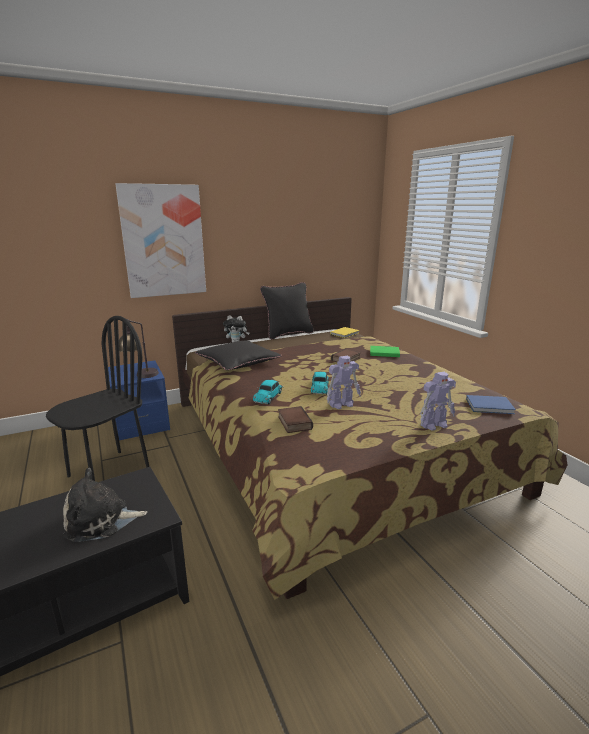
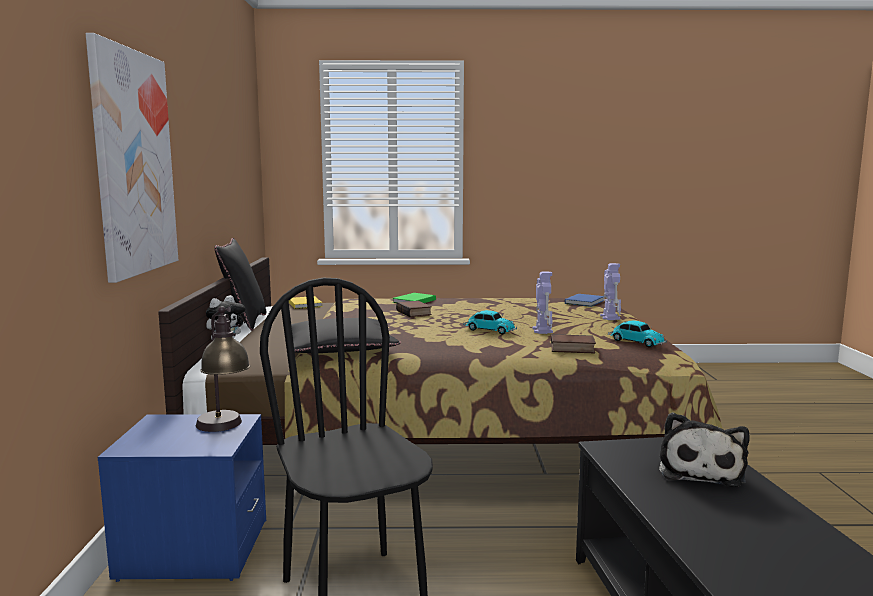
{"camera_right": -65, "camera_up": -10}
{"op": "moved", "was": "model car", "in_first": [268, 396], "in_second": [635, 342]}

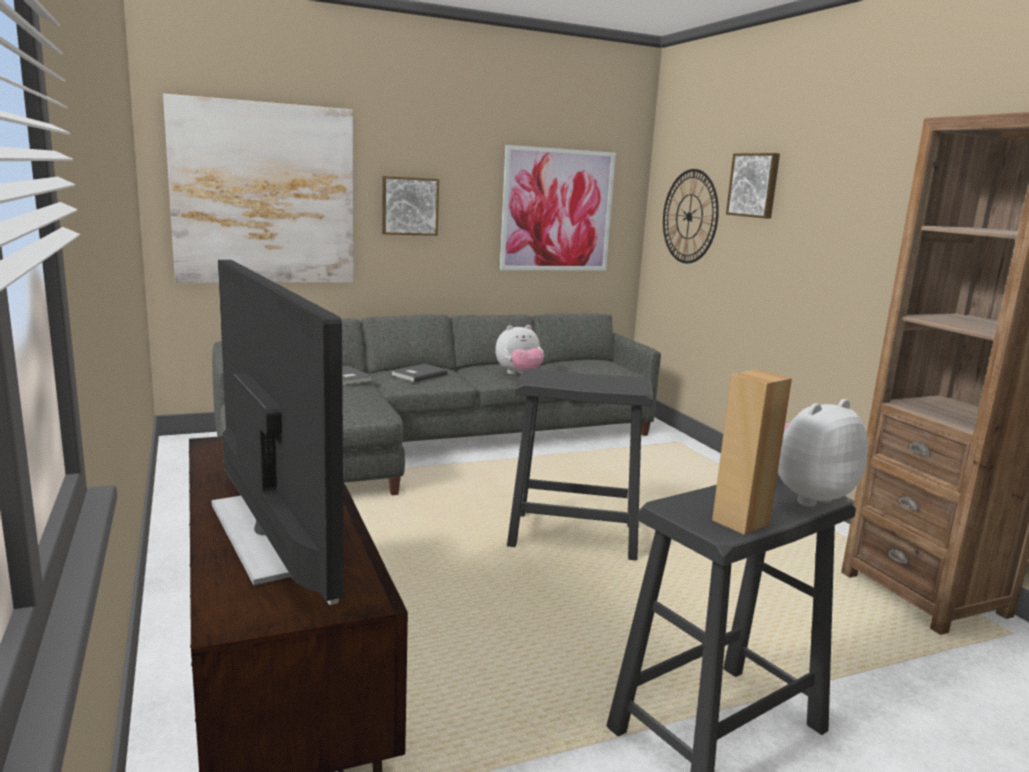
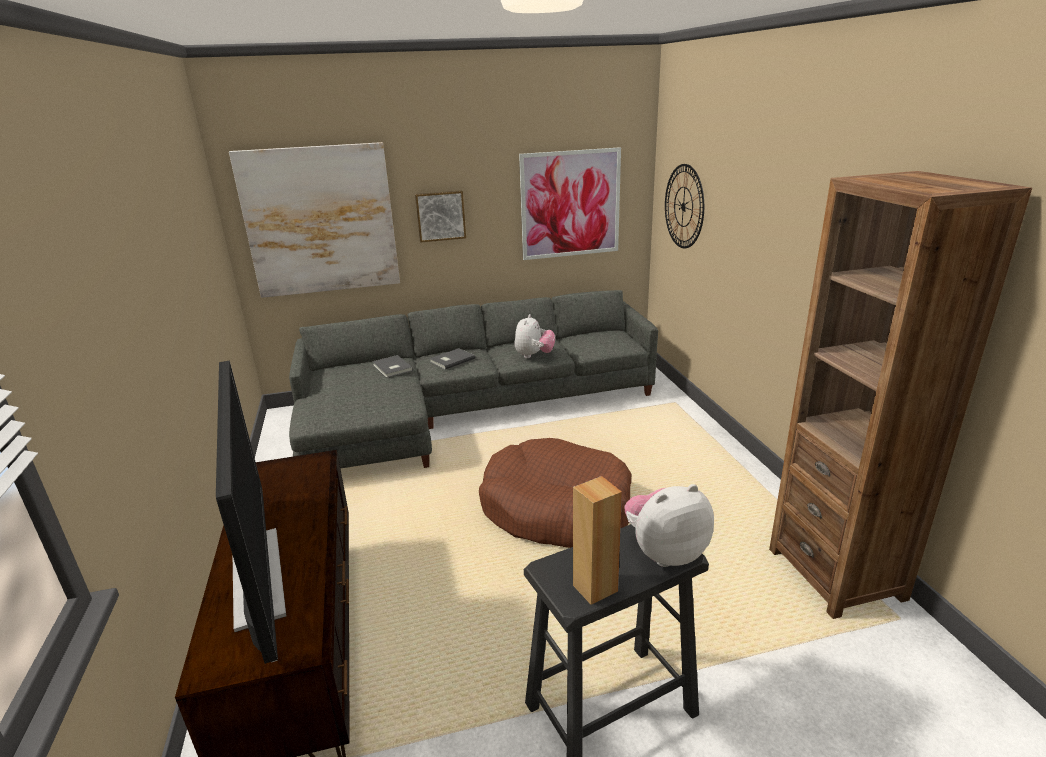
{"camera_right": 10, "camera_up": 10}
{"op": "turned", "was": "soft toy", "in_first": [519, 374], "in_second": [534, 355], "clockwise": -60}
{"op": "replaced", "was": "sitting stool in black", "now": "pet bed in brown", "in_first": [574, 535], "in_second": [556, 508]}
{"op": "removed", "was": "wall picture", "in_first": [754, 185]}

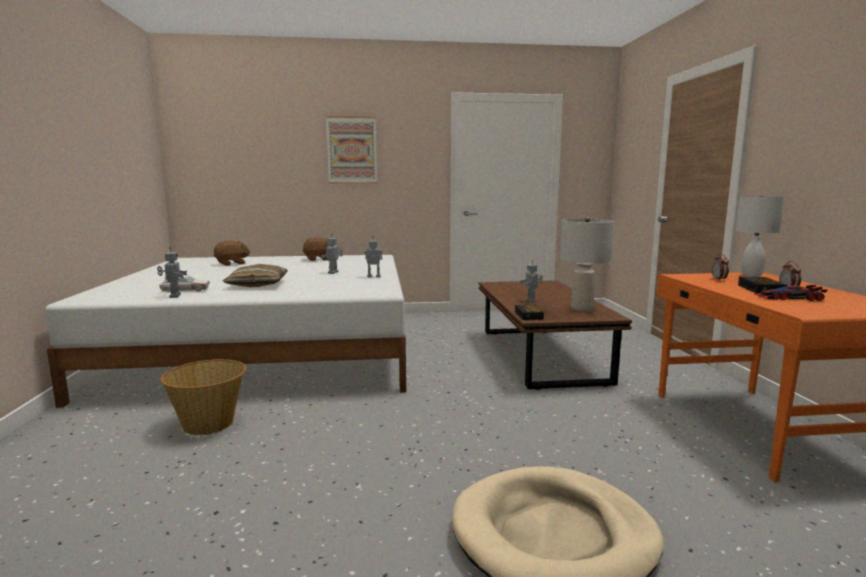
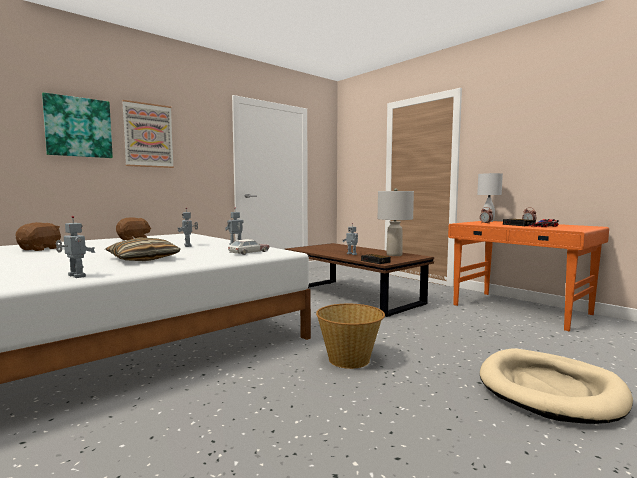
{"camera_right": -35, "camera_up": -5}
{"op": "moved", "was": "model car", "in_first": [185, 290], "in_second": [249, 252]}
{"op": "moved", "was": "household basket", "in_first": [209, 424], "in_second": [349, 359]}
{"op": "added", "now": "wall picture", "in_second": [78, 127]}

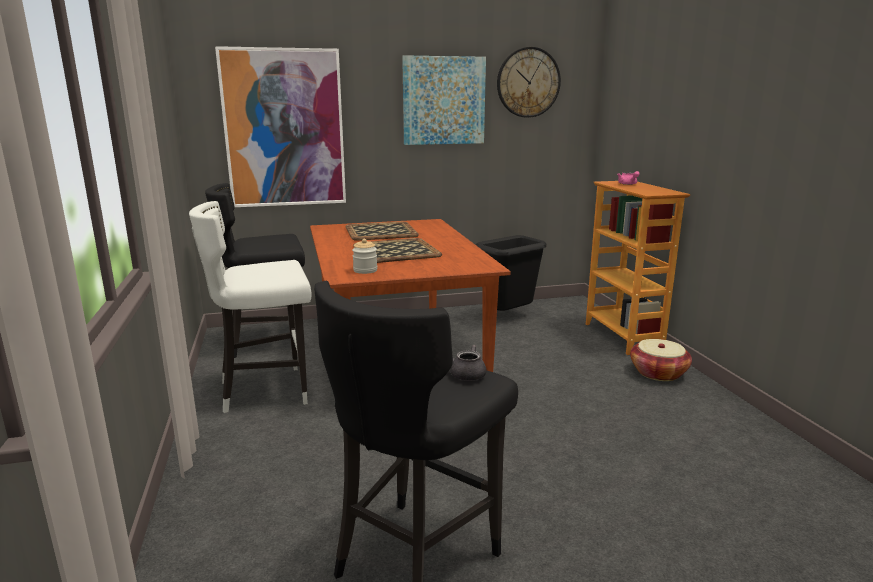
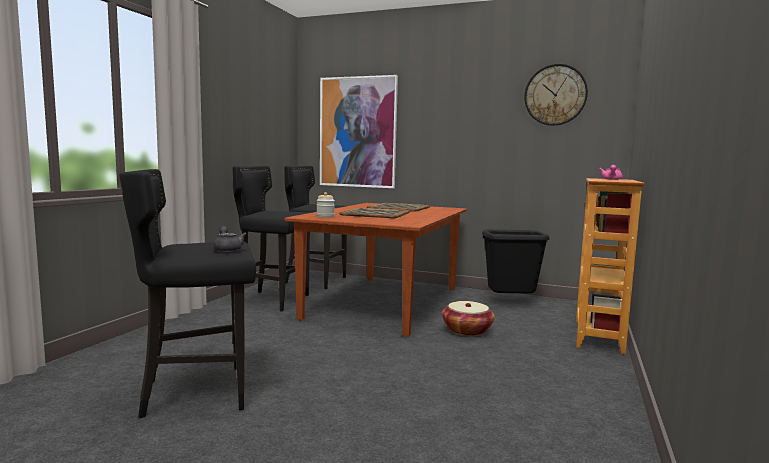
{"camera_right": 35, "camera_up": -10}
{"op": "recoloured", "was": "sitting stool in white", "now": "sitting stool in black", "in_first": [266, 390], "in_second": [273, 300]}
{"op": "removed", "was": "wall picture", "in_first": [443, 101]}
{"op": "moved", "was": "household basket", "in_first": [658, 373], "in_second": [467, 330]}

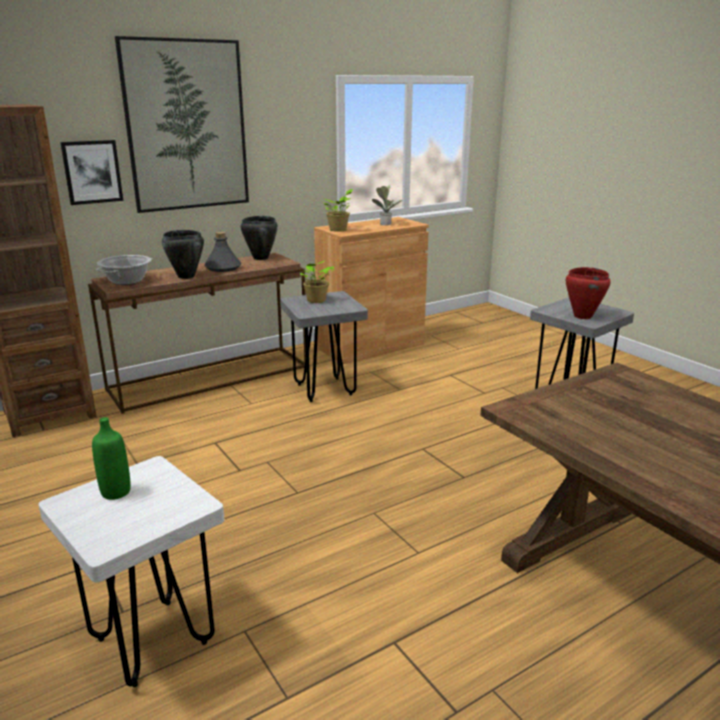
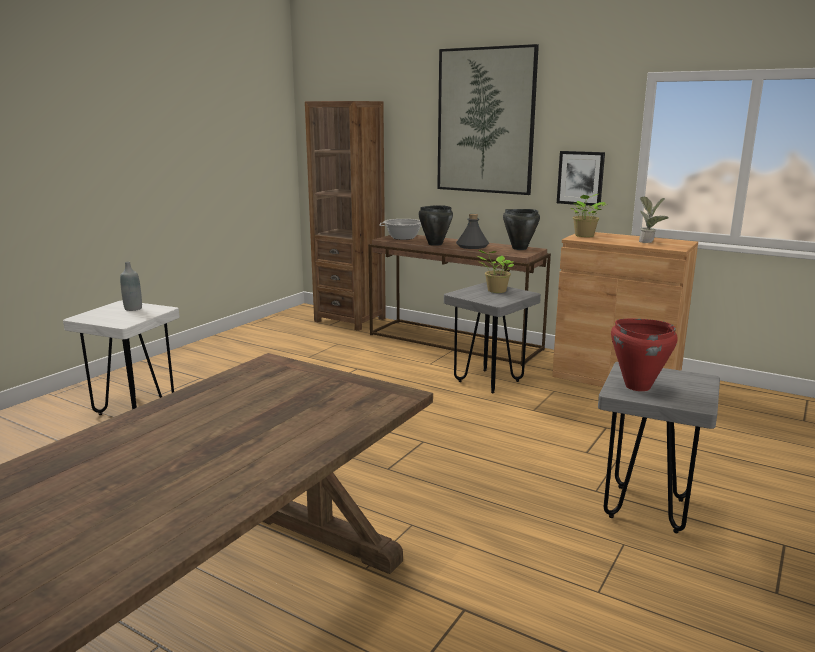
{"camera_right": 65, "camera_up": -5}
{"op": "moved", "was": "wall picture", "in_first": [92, 172], "in_second": [580, 178]}
{"op": "recoloured", "was": "drink bottle in green", "now": "drink bottle in gray", "in_first": [116, 492], "in_second": [133, 308]}

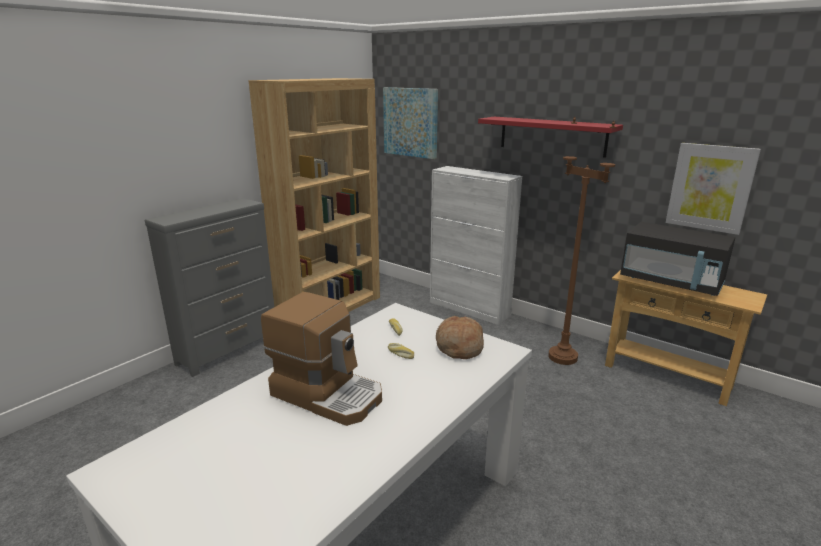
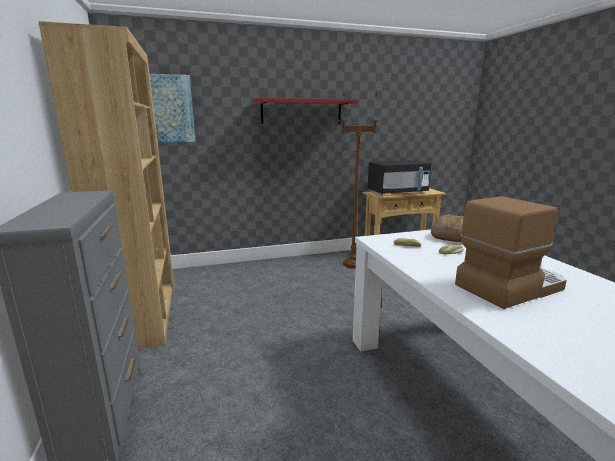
{"camera_right": -55, "camera_up": -5}
{"op": "removed", "was": "cupboard in white", "in_first": [469, 309]}
{"op": "removed", "was": "wall picture", "in_first": [710, 187]}

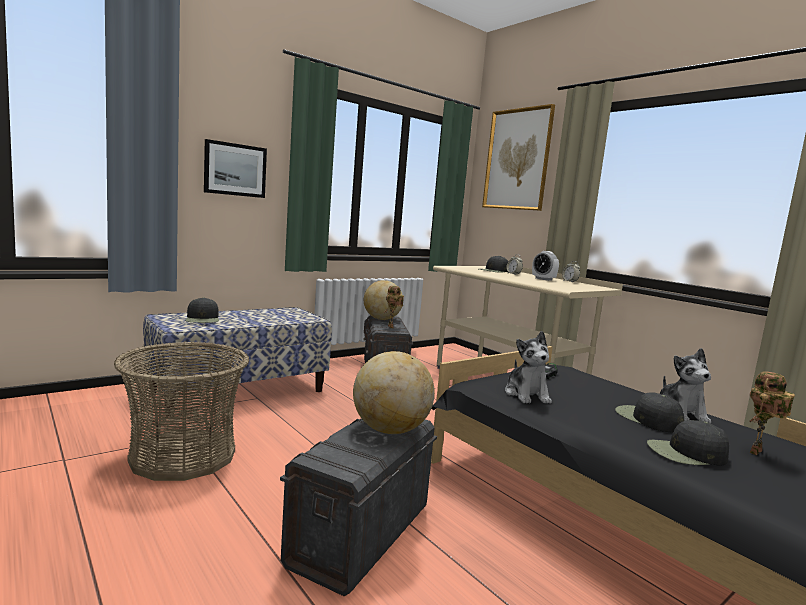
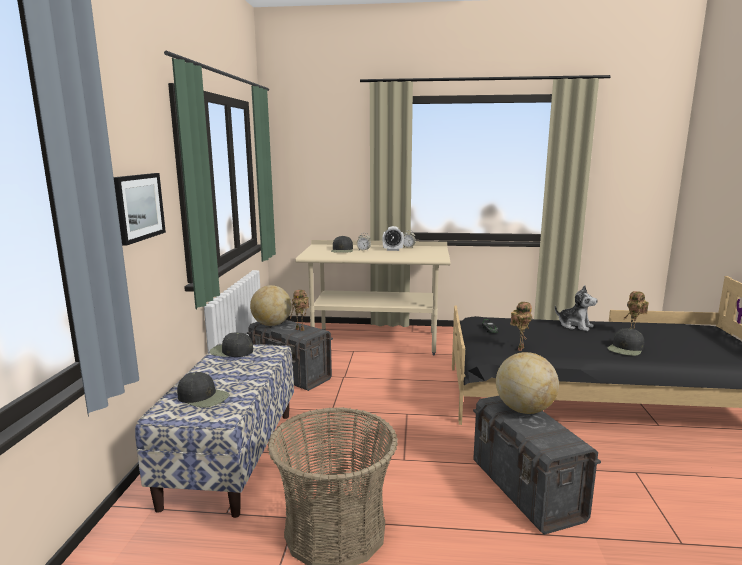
{"camera_right": -45, "camera_up": 5}
{"op": "removed", "was": "wall picture", "in_first": [517, 159]}
{"op": "replaced", "was": "soft toy", "now": "toy robot", "in_first": [526, 395], "in_second": [519, 348]}
{"op": "moved", "was": "cap in black", "in_first": [647, 419], "in_second": [231, 351]}

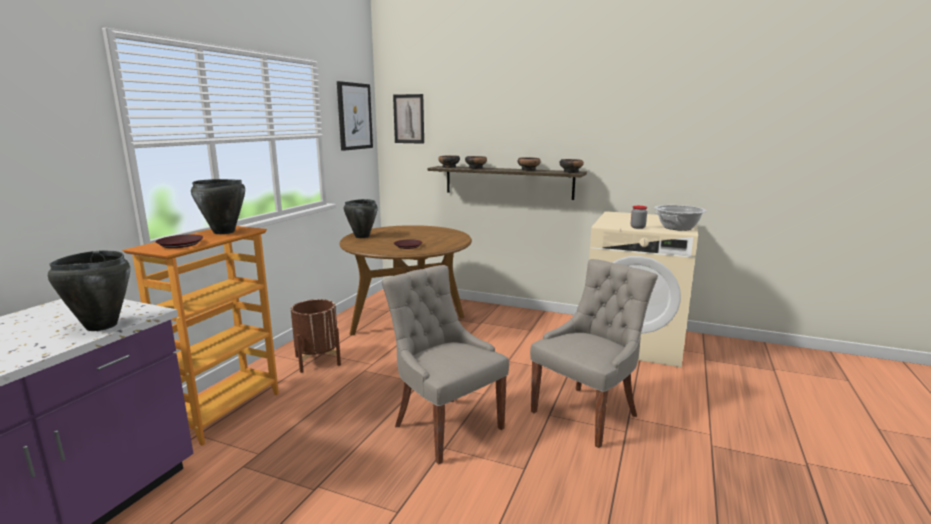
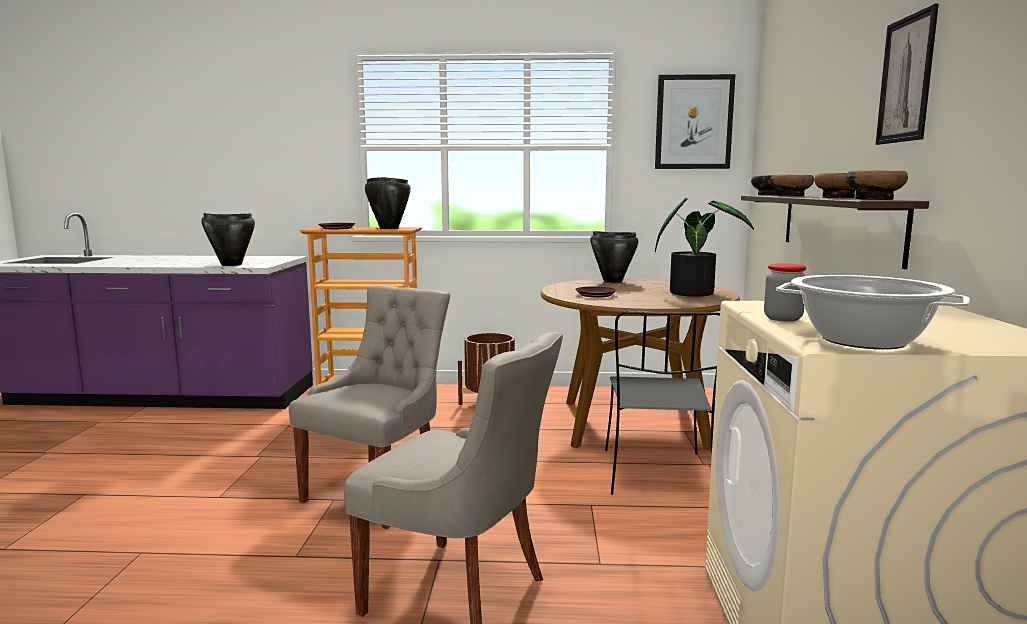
{"camera_right": 70, "camera_up": -5}
{"op": "moved", "was": "wall picture", "in_first": [409, 119], "in_second": [906, 79]}
{"op": "added", "now": "upright chair in gray", "in_second": [657, 475]}
{"op": "added", "now": "potted plant", "in_second": [695, 293]}

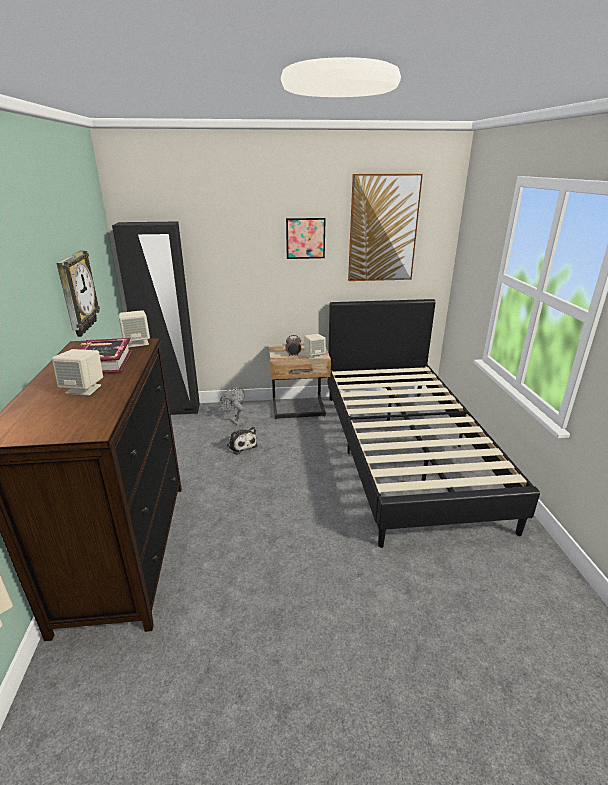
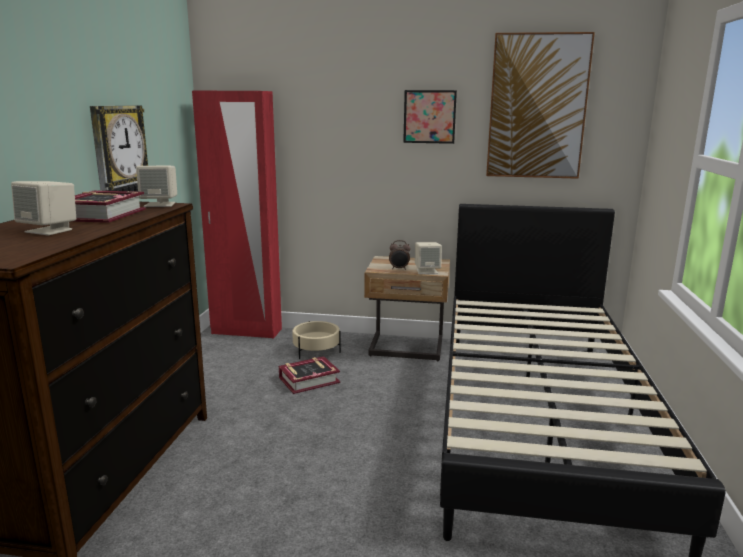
{"camera_right": 15, "camera_up": -10}
{"op": "recoloured", "was": "clothes cupboard in black", "now": "clothes cupboard in red-coloured", "in_first": [173, 410], "in_second": [246, 331]}
{"op": "replaced", "was": "fan in gray", "now": "planter in sand-coloured", "in_first": [235, 420], "in_second": [316, 351]}
{"op": "replaced", "was": "soft toy", "now": "volume", "in_first": [241, 445], "in_second": [309, 380]}

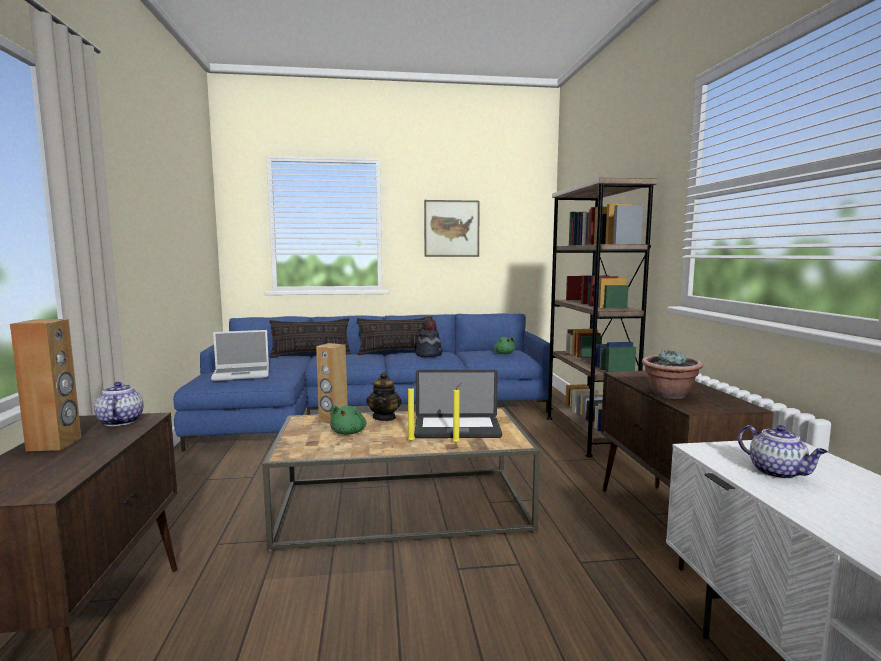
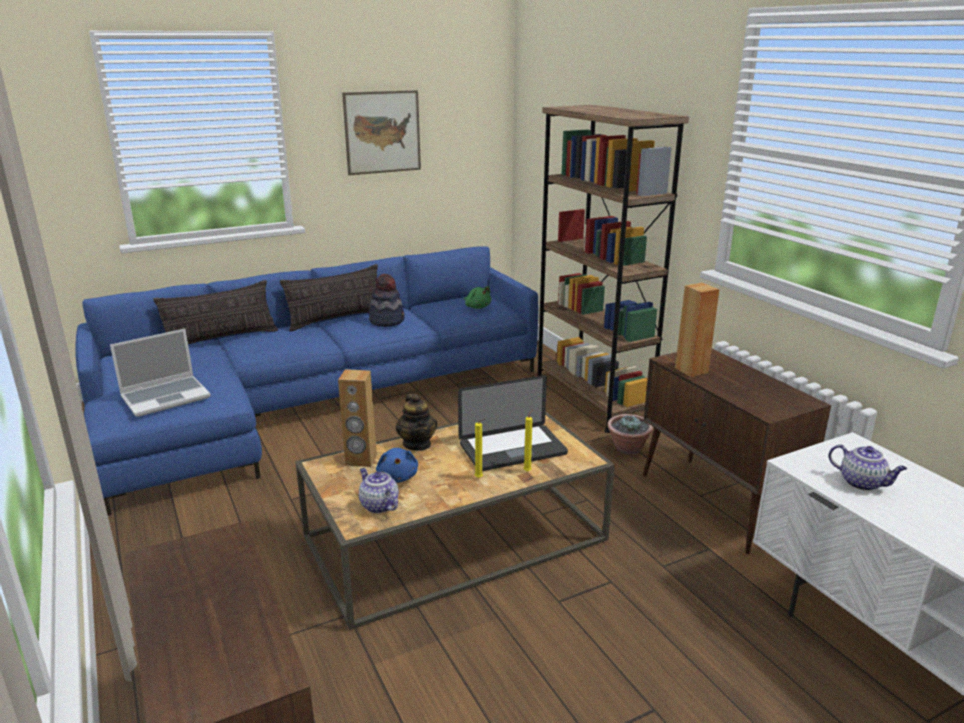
{"camera_right": -20, "camera_up": 15}
{"op": "moved", "was": "loudspeaker in brown", "in_first": [55, 444], "in_second": [691, 370]}
{"op": "moved", "was": "teapot", "in_first": [120, 421], "in_second": [378, 505]}
{"op": "recoloured", "was": "soft toy in green", "now": "soft toy in blue", "in_first": [349, 432], "in_second": [398, 477]}
{"op": "moved", "was": "potted plant", "in_first": [669, 395], "in_second": [628, 449]}

